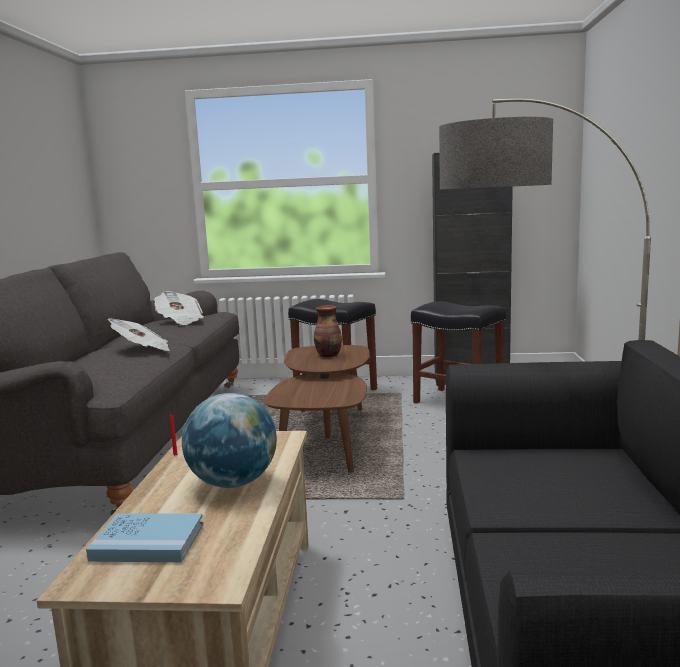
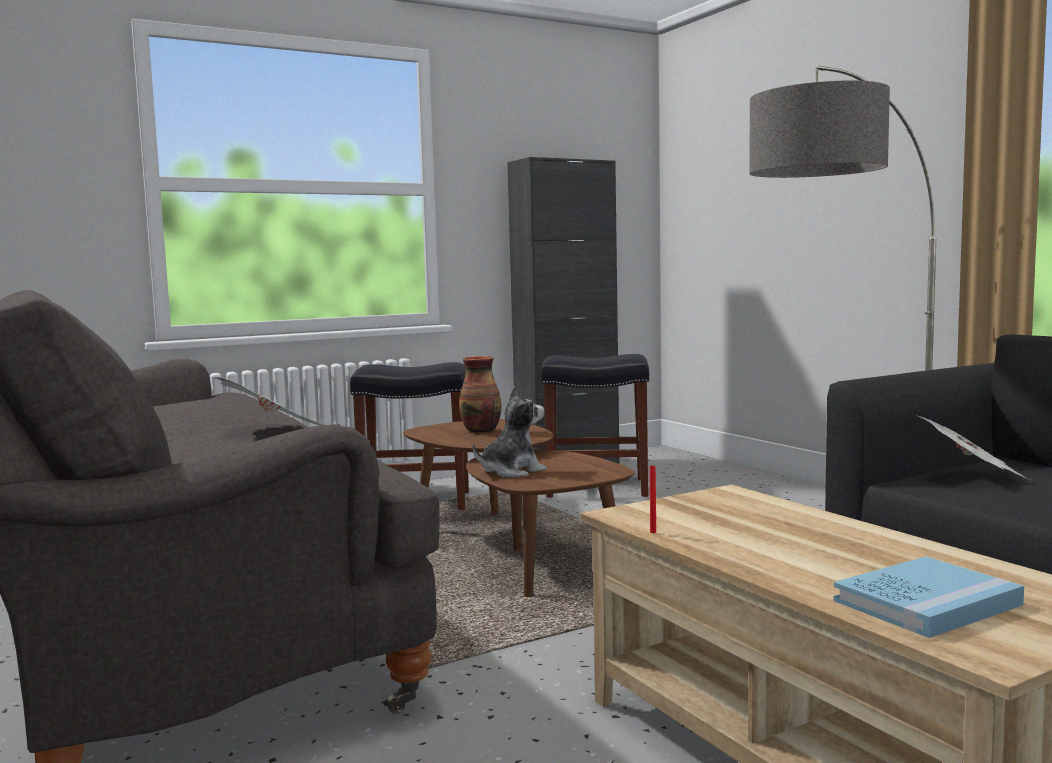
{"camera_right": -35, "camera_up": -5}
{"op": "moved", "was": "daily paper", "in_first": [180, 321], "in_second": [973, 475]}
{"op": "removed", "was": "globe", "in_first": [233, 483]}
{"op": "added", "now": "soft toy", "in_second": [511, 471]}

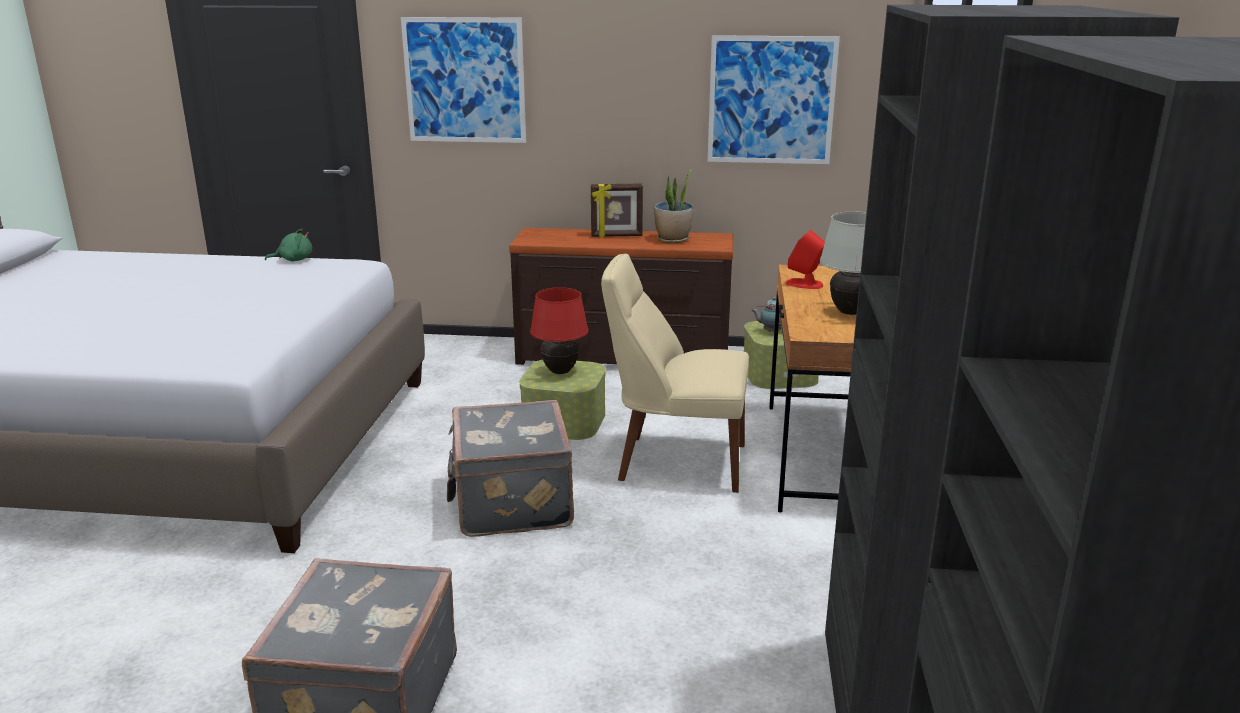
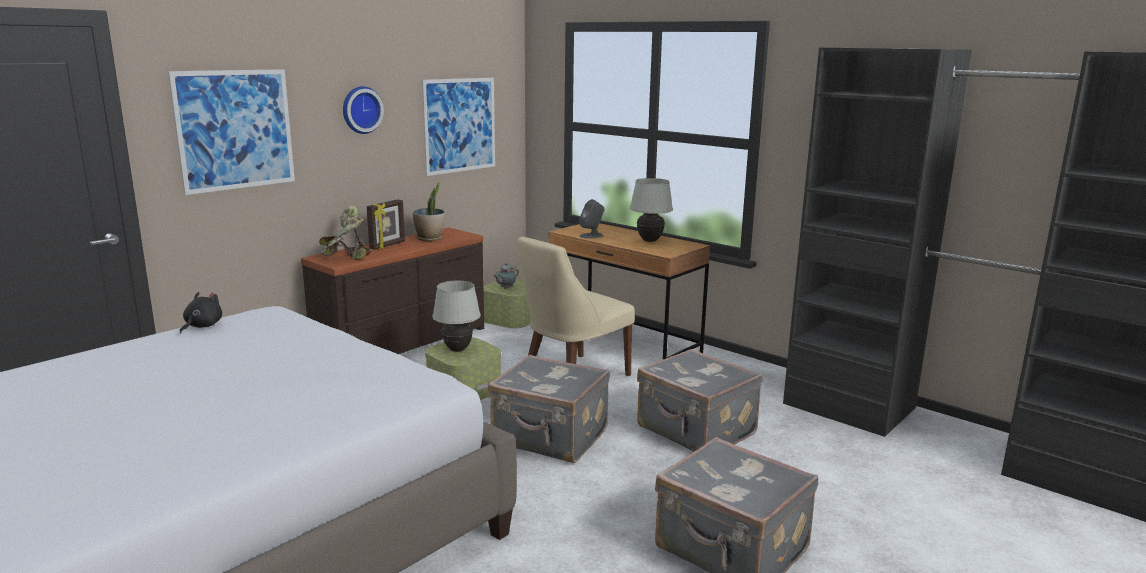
{"camera_right": -55, "camera_up": -5}
{"op": "recoloured", "was": "soft toy in green", "now": "soft toy in black", "in_first": [294, 260], "in_second": [202, 326]}
{"op": "recoloured", "was": "tabletop lamp in red-coloured", "now": "tabletop lamp in white", "in_first": [559, 372], "in_second": [457, 350]}
{"op": "recoloured", "was": "loudspeaker in red-coloured", "now": "loudspeaker in gray", "in_first": [805, 284], "in_second": [592, 236]}
{"op": "added", "now": "potted plant", "in_second": [344, 257]}
{"op": "added", "now": "wall clock", "in_second": [360, 110]}
{"op": "added", "now": "travel case in gray", "in_second": [695, 431]}

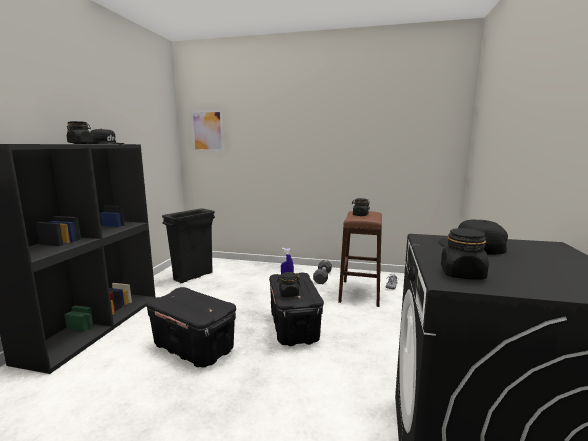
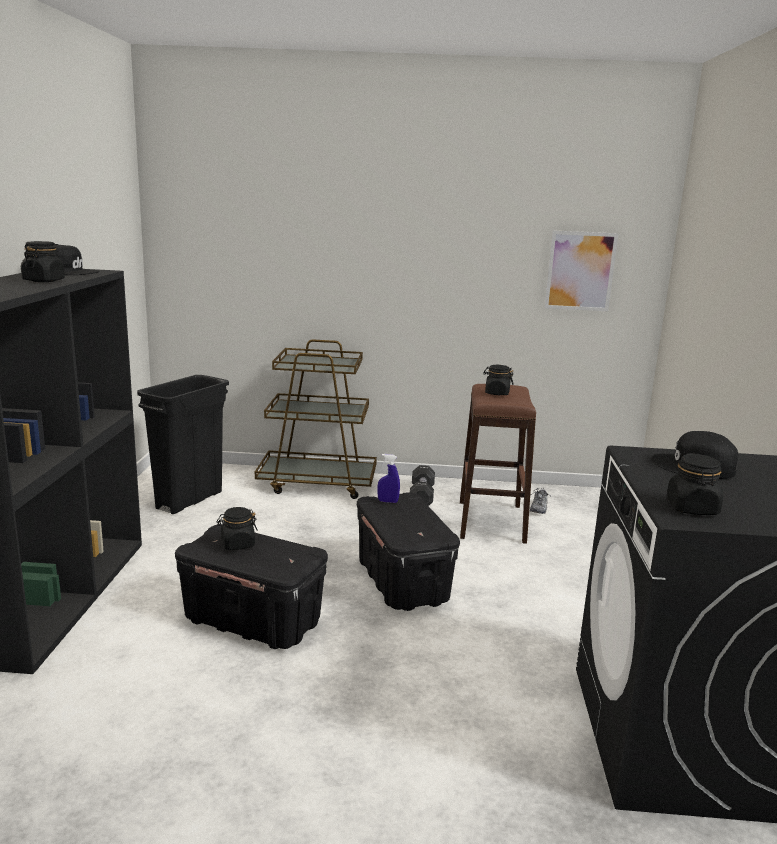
{"camera_right": -10, "camera_up": 5}
{"op": "moved", "was": "wall picture", "in_first": [207, 131], "in_second": [580, 271]}
{"op": "moved", "was": "preserve jar in black", "in_first": [288, 294], "in_second": [237, 544]}
{"op": "added", "now": "trolley in brown", "in_second": [318, 483]}

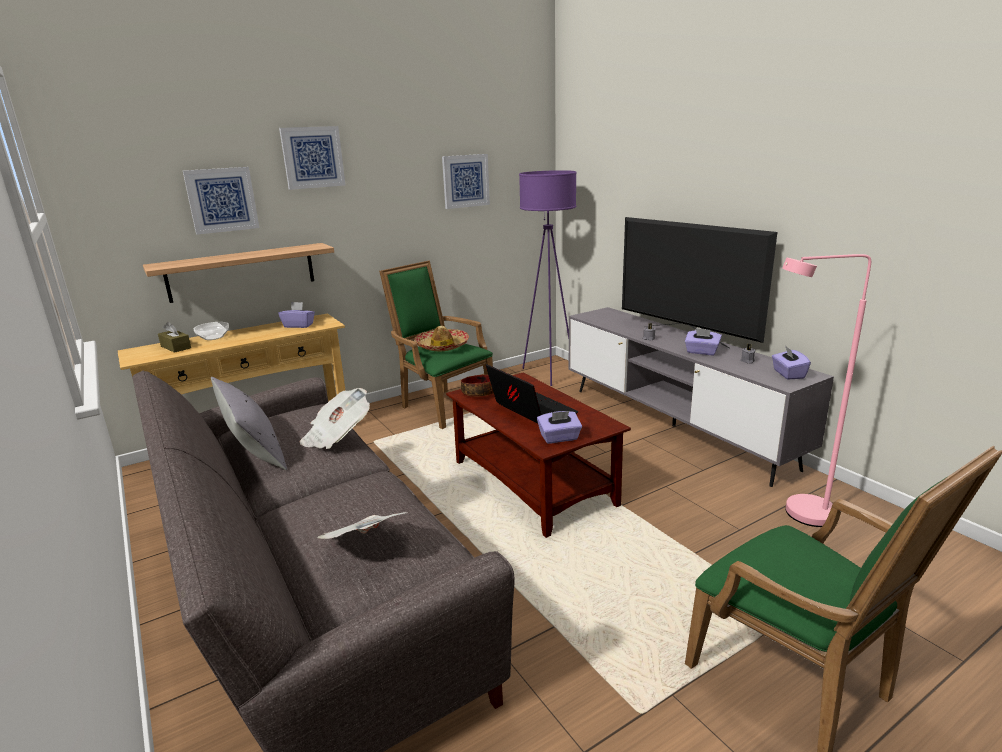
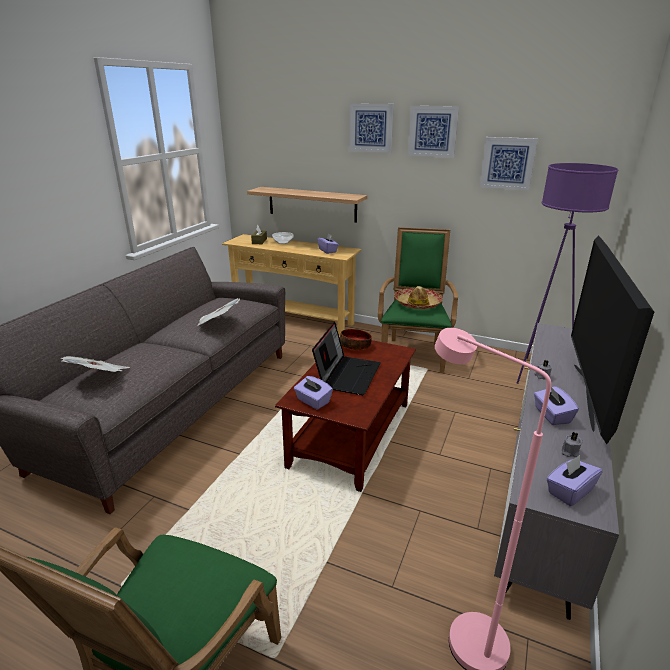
{"camera_right": 55, "camera_up": 5}
{"op": "moved", "was": "wall picture", "in_first": [222, 200], "in_second": [432, 131]}
{"op": "removed", "was": "throw pillow in gray", "in_first": [252, 447]}

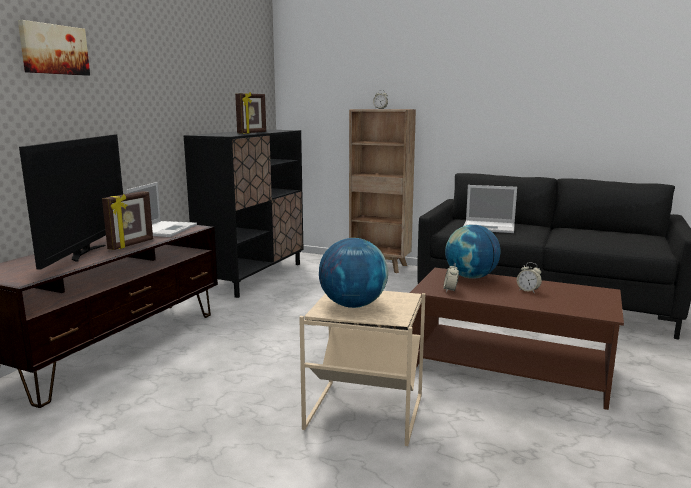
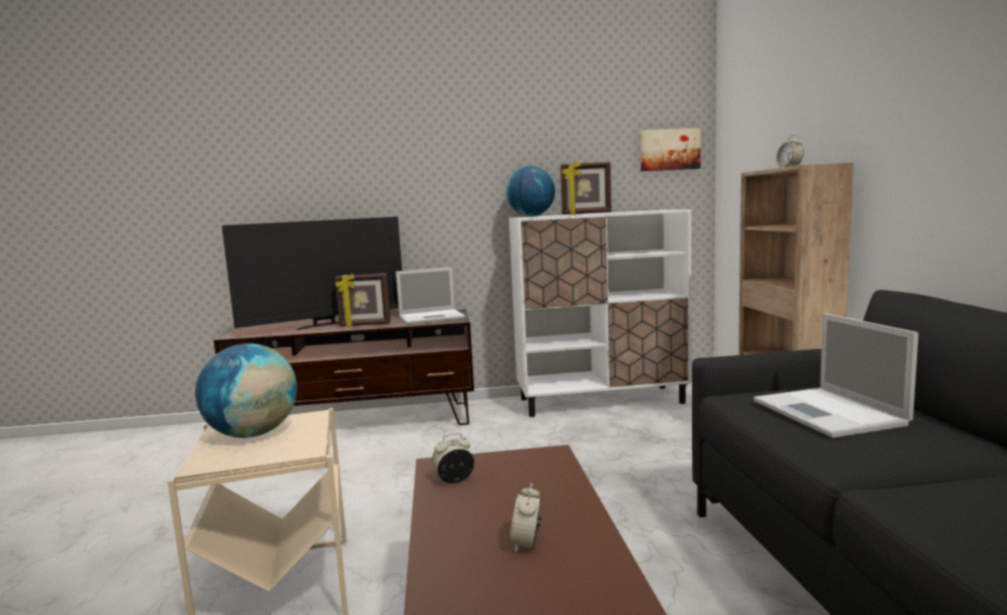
{"camera_right": 60, "camera_up": -5}
{"op": "moved", "was": "wall picture", "in_first": [53, 49], "in_second": [669, 150]}
{"op": "recoloured", "was": "cupboard in black", "now": "cupboard in white", "in_first": [253, 276], "in_second": [601, 401]}
{"op": "moved", "was": "globe", "in_first": [471, 277], "in_second": [531, 216]}

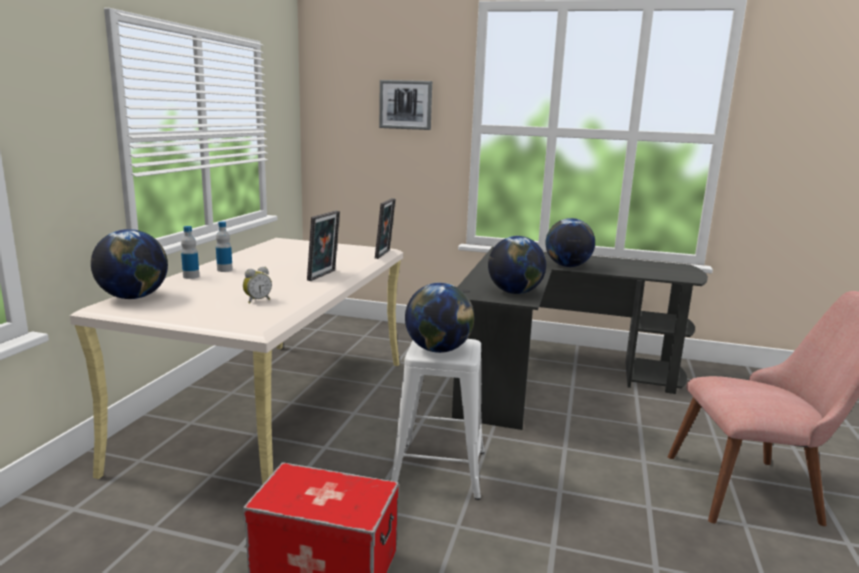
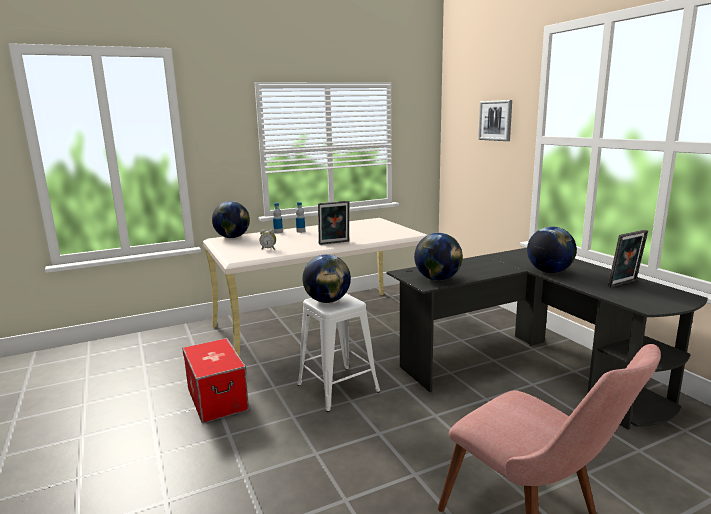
{"camera_right": 50, "camera_up": 0}
{"op": "moved", "was": "picture frame", "in_first": [384, 254], "in_second": [624, 284]}

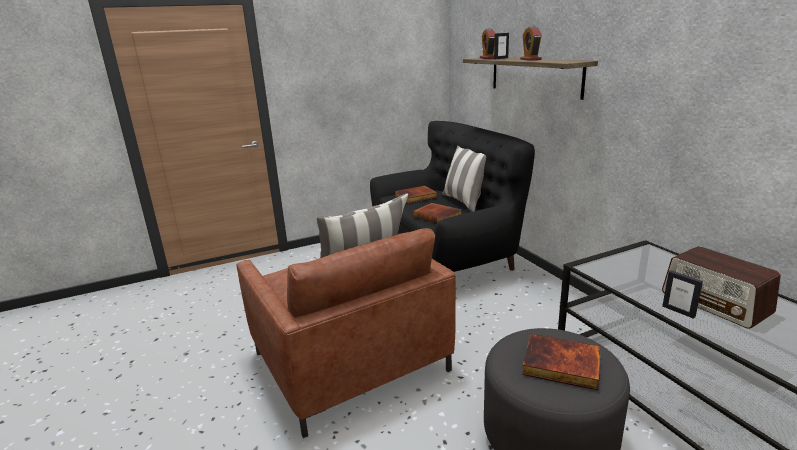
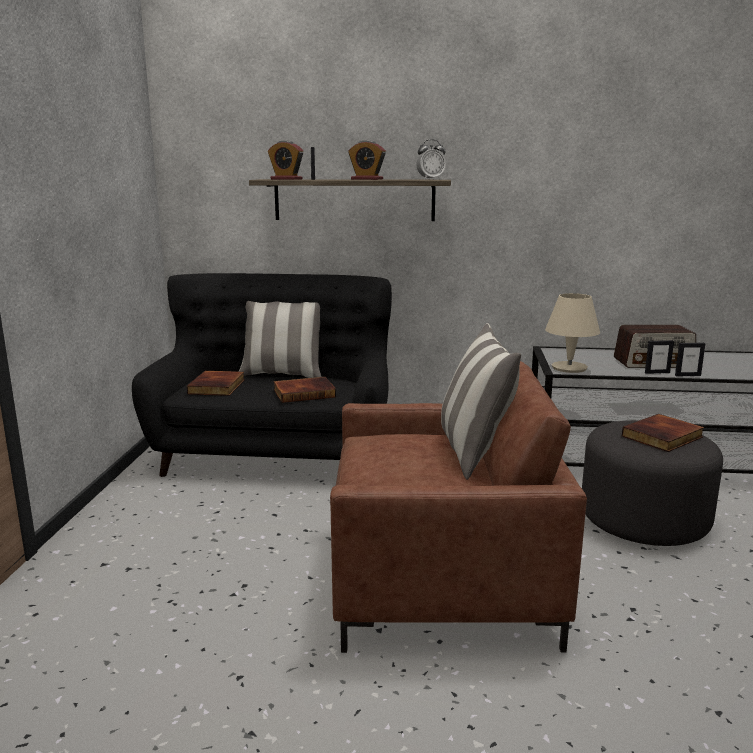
{"camera_right": -60, "camera_up": -5}
{"op": "added", "now": "bedside clock", "in_second": [430, 179]}
{"op": "added", "now": "tabletop lamp in sand-coloured", "in_second": [569, 368]}
{"op": "added", "now": "picture frame", "in_second": [687, 375]}

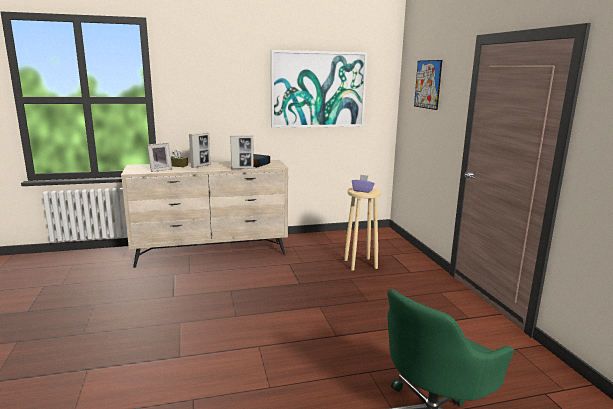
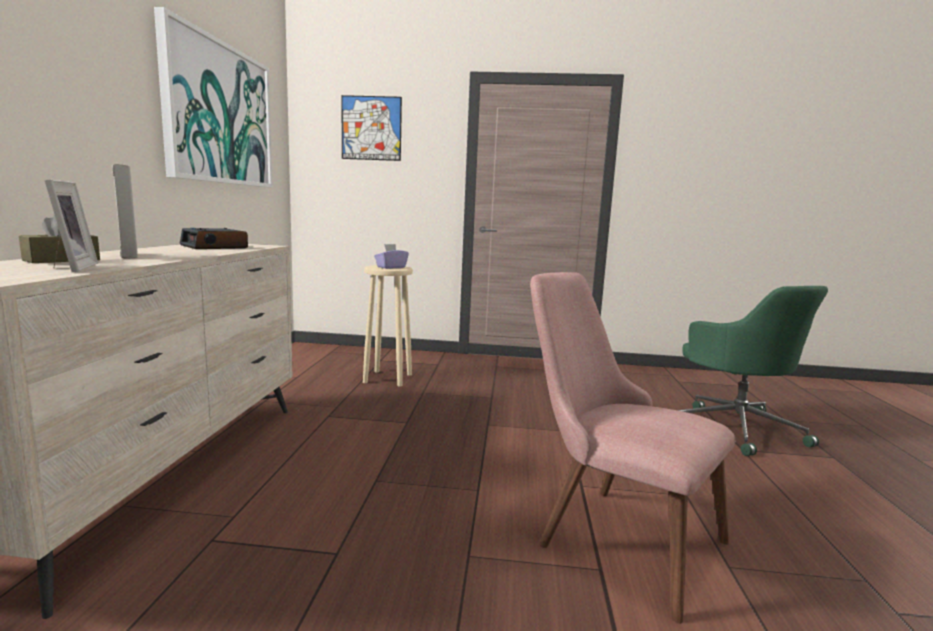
{"camera_right": -70, "camera_up": -5}
{"op": "removed", "was": "picture frame", "in_first": [242, 168]}
{"op": "added", "now": "upright chair in pink-coloured", "in_second": [610, 533]}

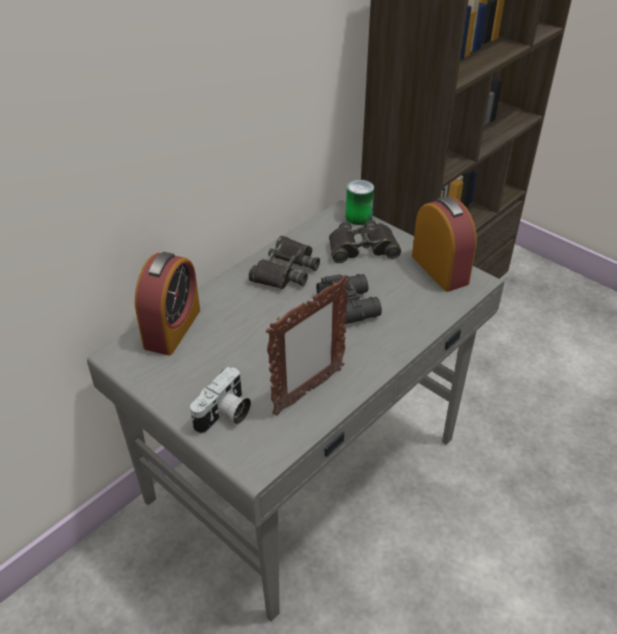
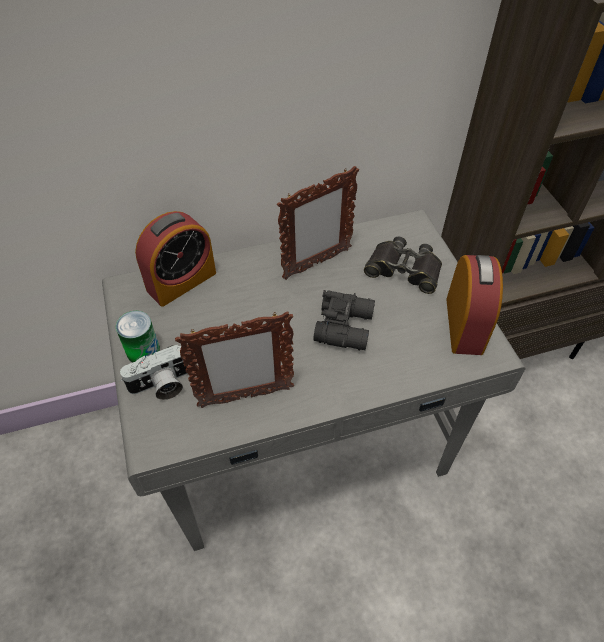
{"camera_right": 30, "camera_up": 10}
{"op": "replaced", "was": "binoculars in black", "now": "picture frame", "in_first": [285, 270], "in_second": [316, 264]}
{"op": "moved", "was": "sealed can", "in_first": [358, 217], "in_second": [143, 350]}

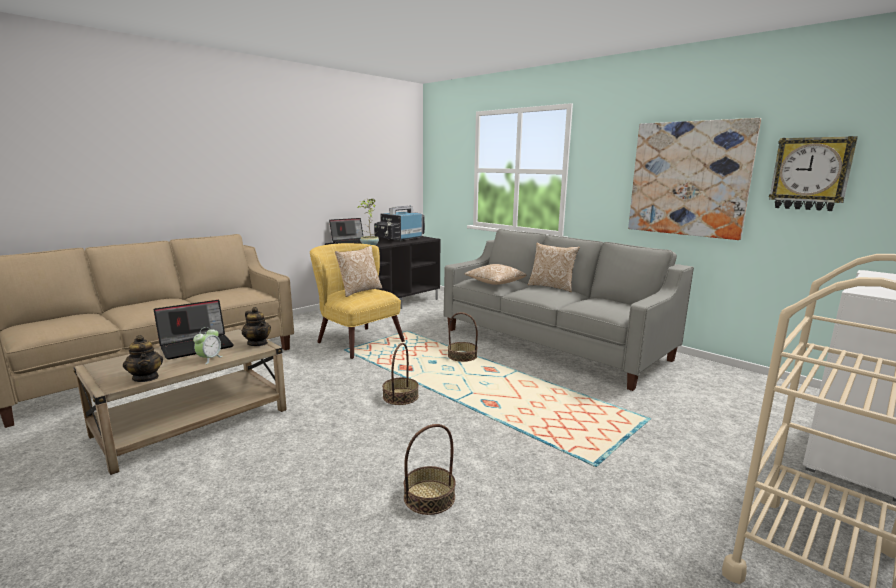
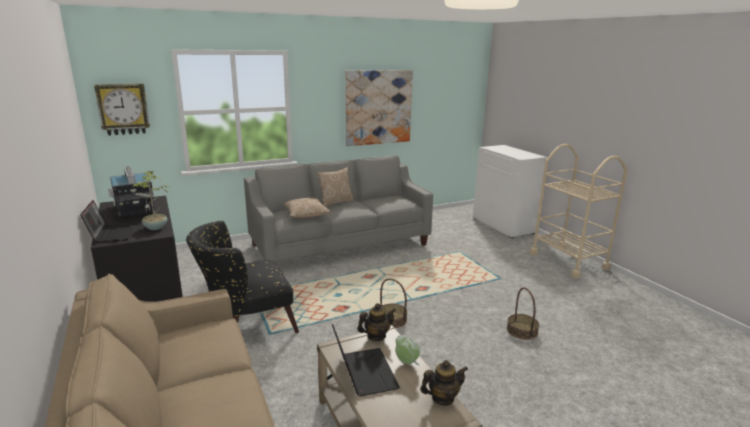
{"camera_right": -70, "camera_up": 5}
{"op": "recoloured", "was": "lounge chair in yellowish", "now": "lounge chair in black", "in_first": [355, 340], "in_second": [246, 324]}
{"op": "removed", "was": "throw pillow", "in_first": [359, 291]}
{"op": "removed", "was": "household basket", "in_first": [462, 356]}
{"op": "moved", "was": "wall clock", "in_first": [810, 174], "in_second": [123, 109]}

